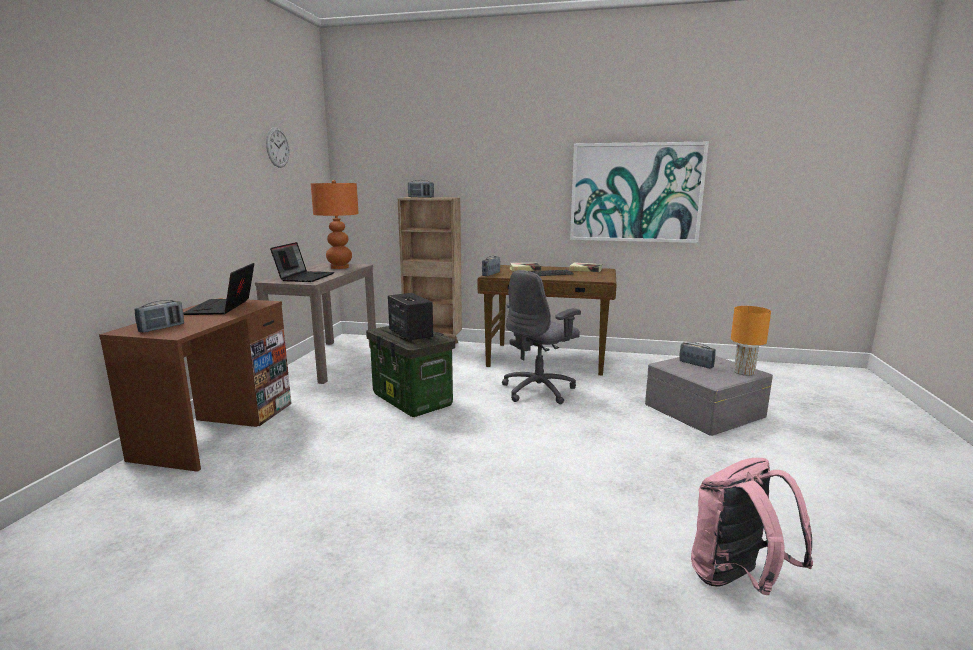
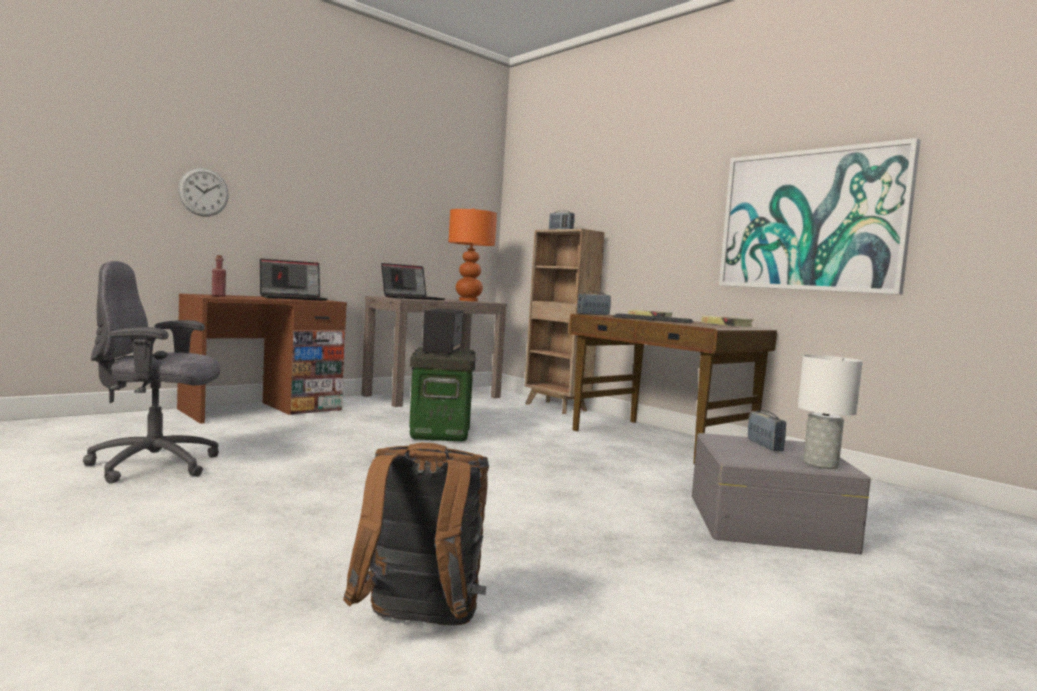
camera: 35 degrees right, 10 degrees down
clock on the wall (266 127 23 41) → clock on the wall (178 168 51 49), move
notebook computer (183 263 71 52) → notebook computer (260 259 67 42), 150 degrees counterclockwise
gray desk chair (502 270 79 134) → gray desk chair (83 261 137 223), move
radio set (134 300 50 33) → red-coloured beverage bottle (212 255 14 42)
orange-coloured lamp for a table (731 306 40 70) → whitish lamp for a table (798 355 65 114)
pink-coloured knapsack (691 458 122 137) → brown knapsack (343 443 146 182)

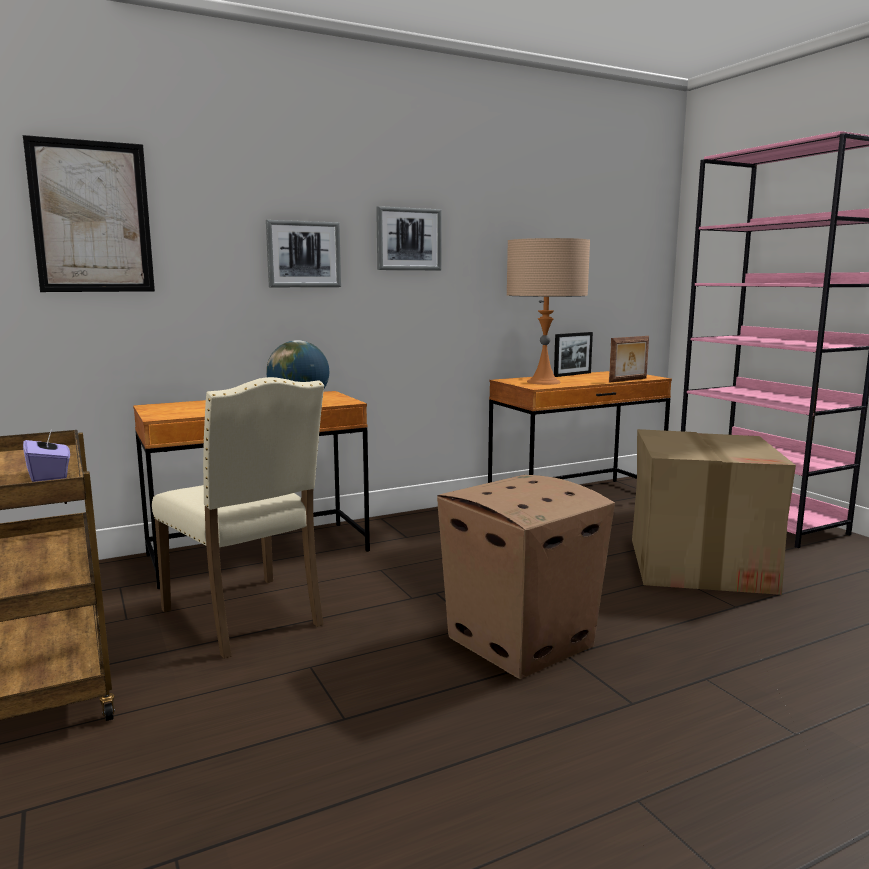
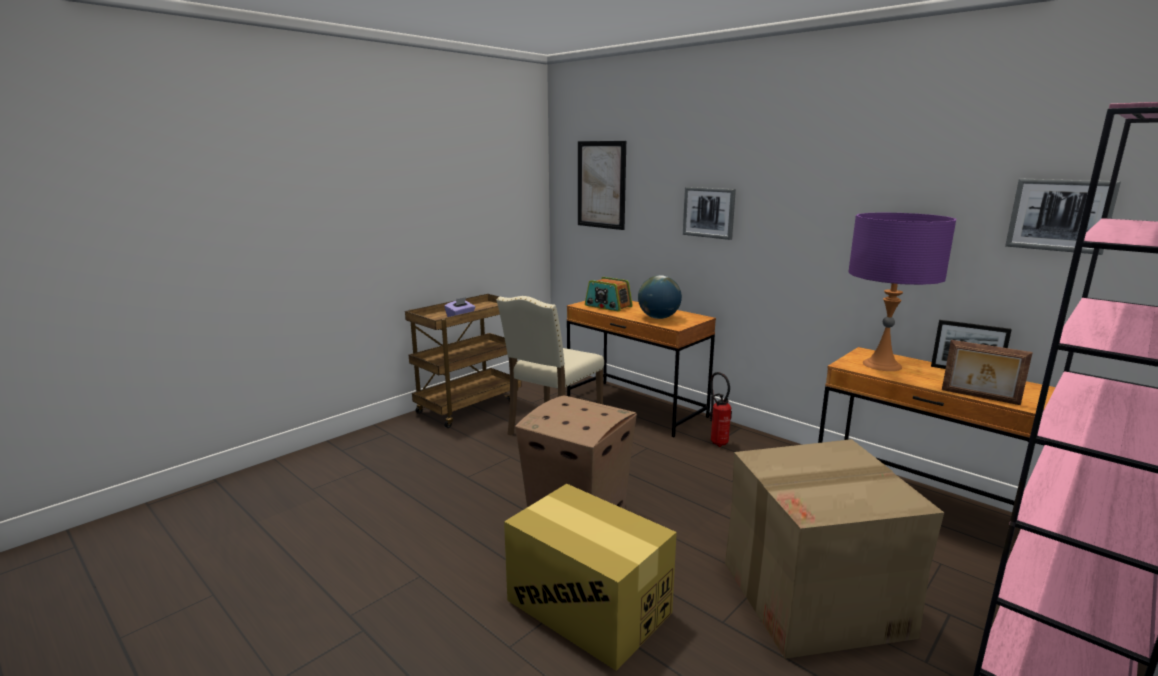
camera: 70 degrees right, 5 degrees up
picture (376 206 66 64) → picture (1005 179 116 76), move
beige lamp for a table (507 238 83 147) → purple-coloured lamp for a table (848 213 108 158)
- → radio set (585 277 48 35)
- → fire-fighting cylinder (706 372 26 75)
- → carton (504 484 173 187)

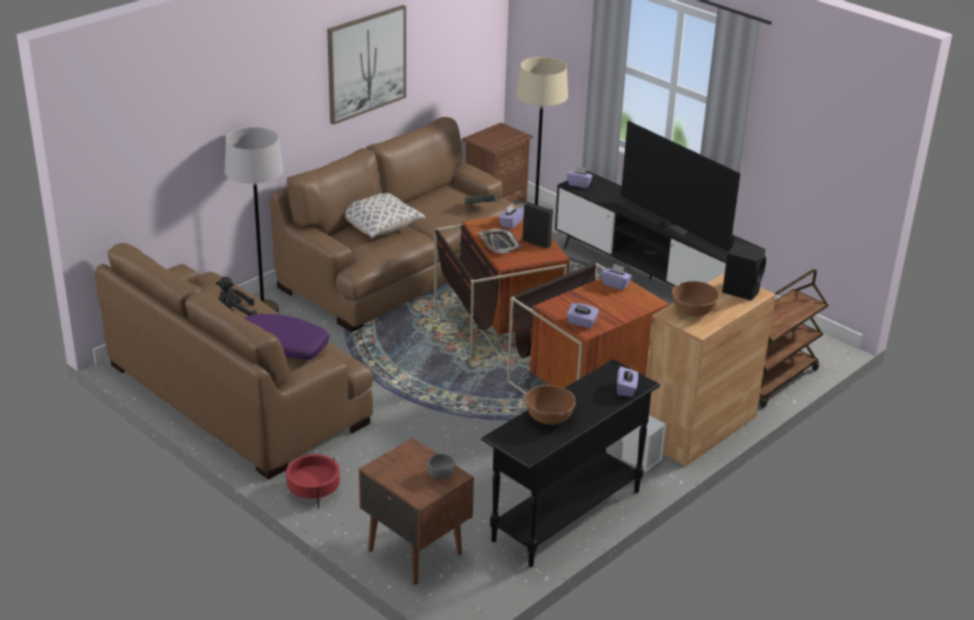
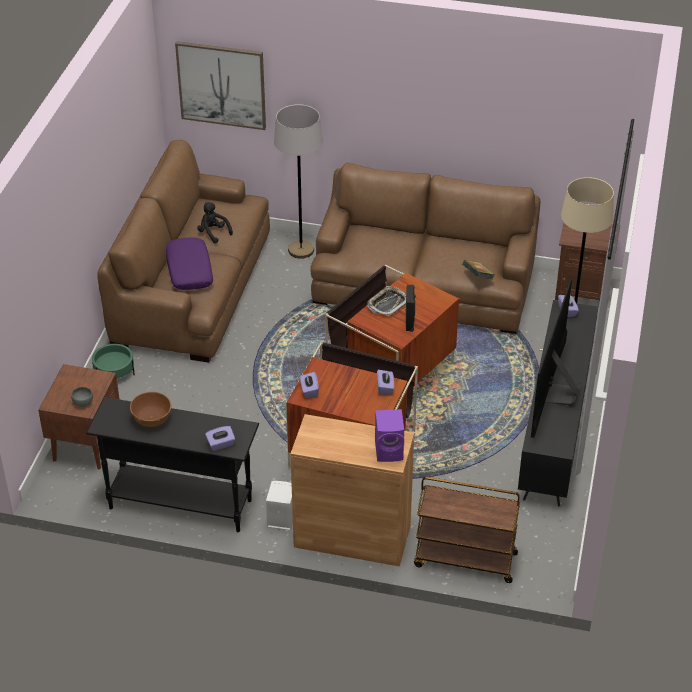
camera: 60 degrees right, 10 degrees up
picture (327 5 79 120) → picture (175 41 91 89), move
throw pillow (345 193 80 46) → -
purple-coloured tissue box (499 203 25 26) → -
blackish speaker (722 242 44 59) → purple-coloured speaker (375 409 29 53)
brown deep dish (672 281 47 35) → -
red-coloured plant pot (286 454 54 55) → green-coloured plant pot (92 343 43 35)

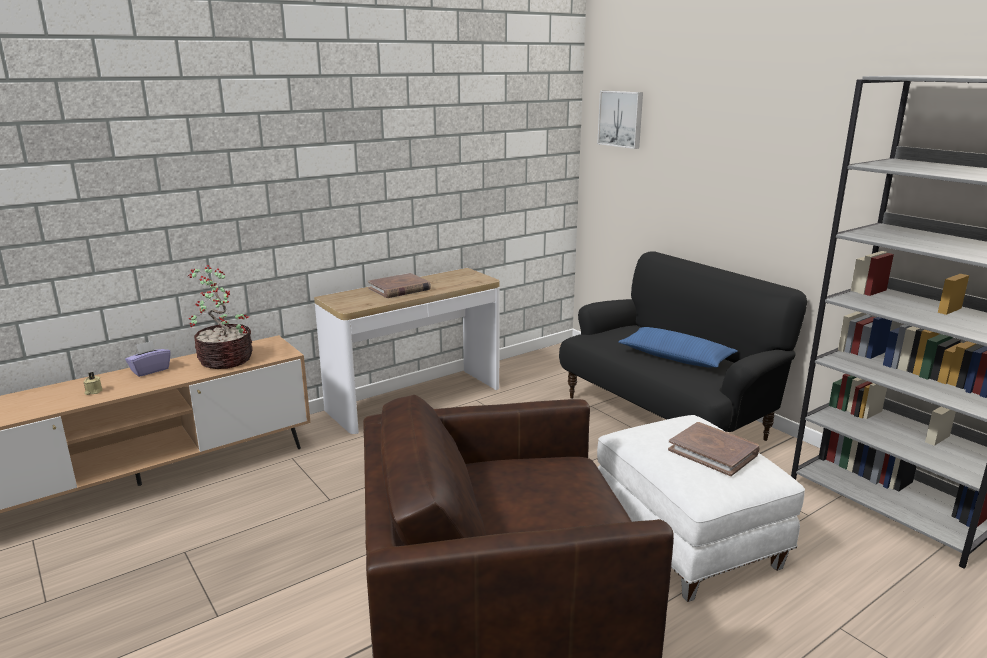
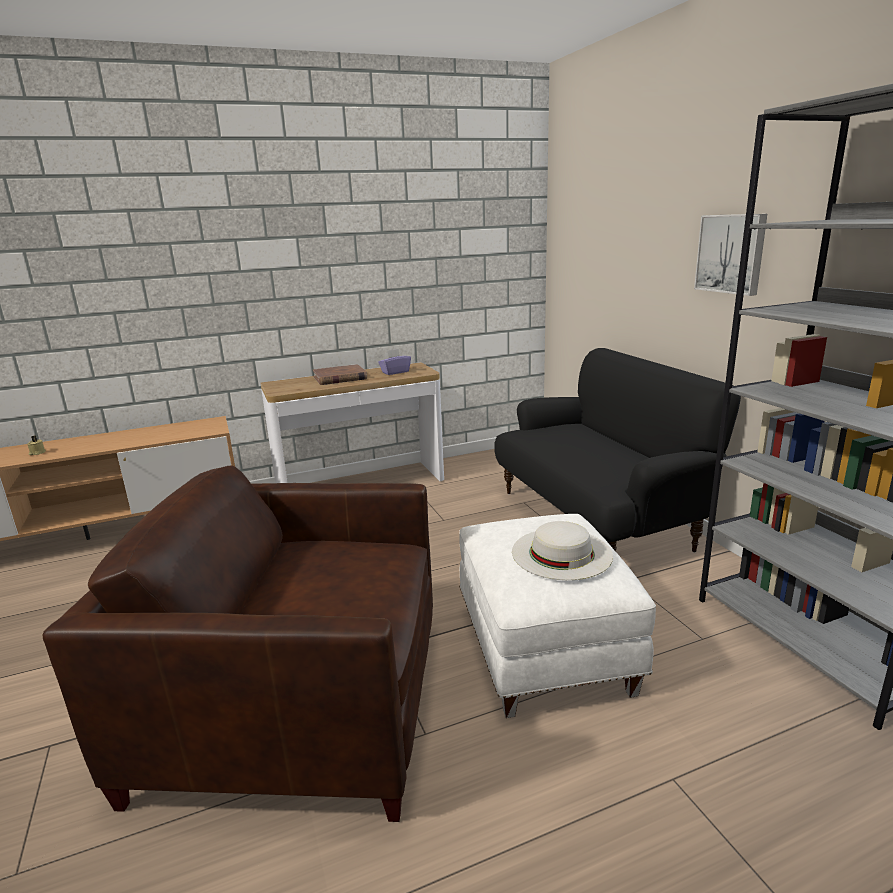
camera: 15 degrees right, 0 degrees up
picture (597 91 46 58) → picture (694 214 73 82), move
plant in a pot (188 265 65 104) → -
bluish throw pillow (618 327 120 41) → -
purple-coloured tissue box (125 341 46 36) → purple-coloured tissue box (378 349 33 26), move
brown volume (668 422 91 54) → whitish wearable hat (512 521 101 59)

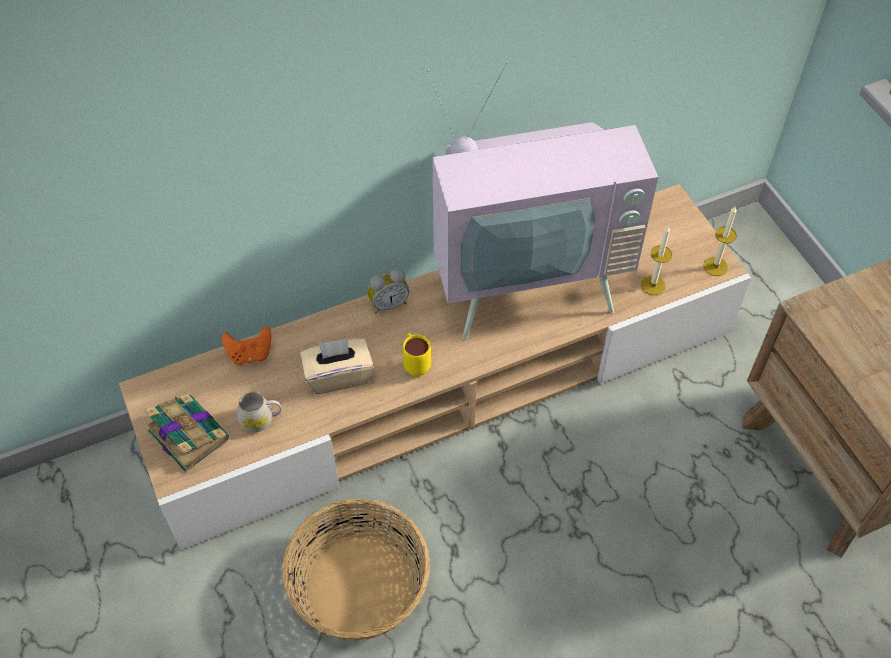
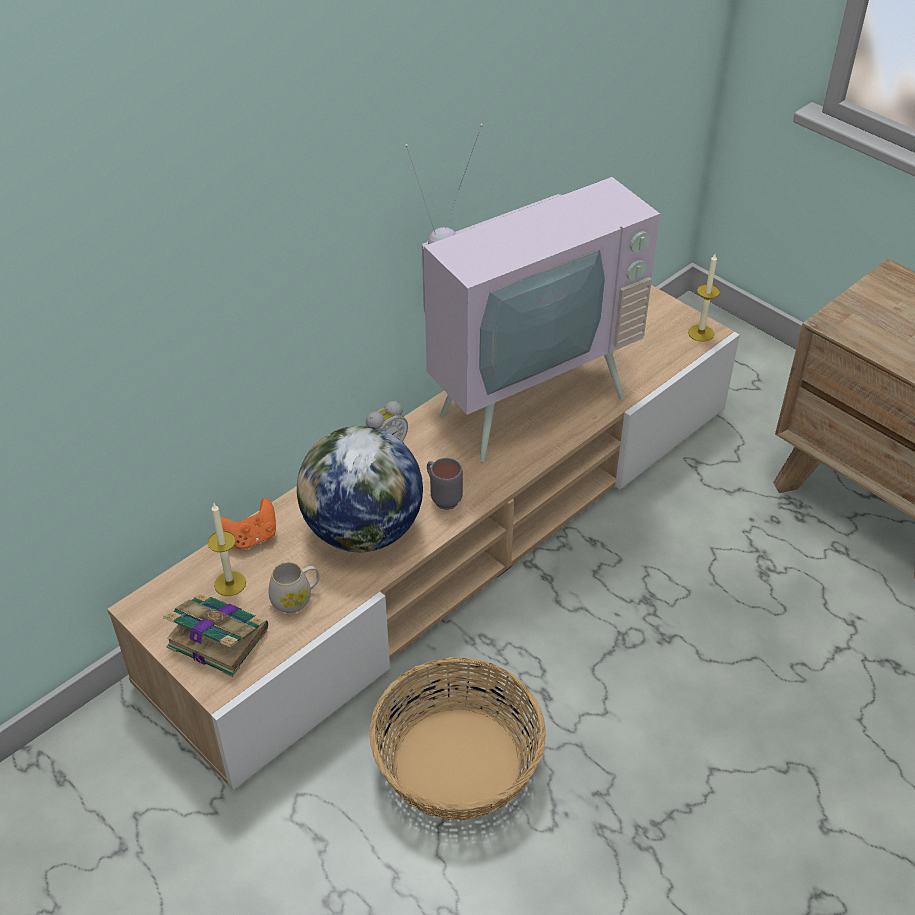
camera: 20 degrees left, 10 degrees down
wax candle (641 225 31 70) → wax candle (208 504 38 92), move
yellow-coloured tea mug (402 333 29 44) → gray tea mug (427 458 36 52)
beige tissue box (300 338 74 56) → globe (297 426 126 126)

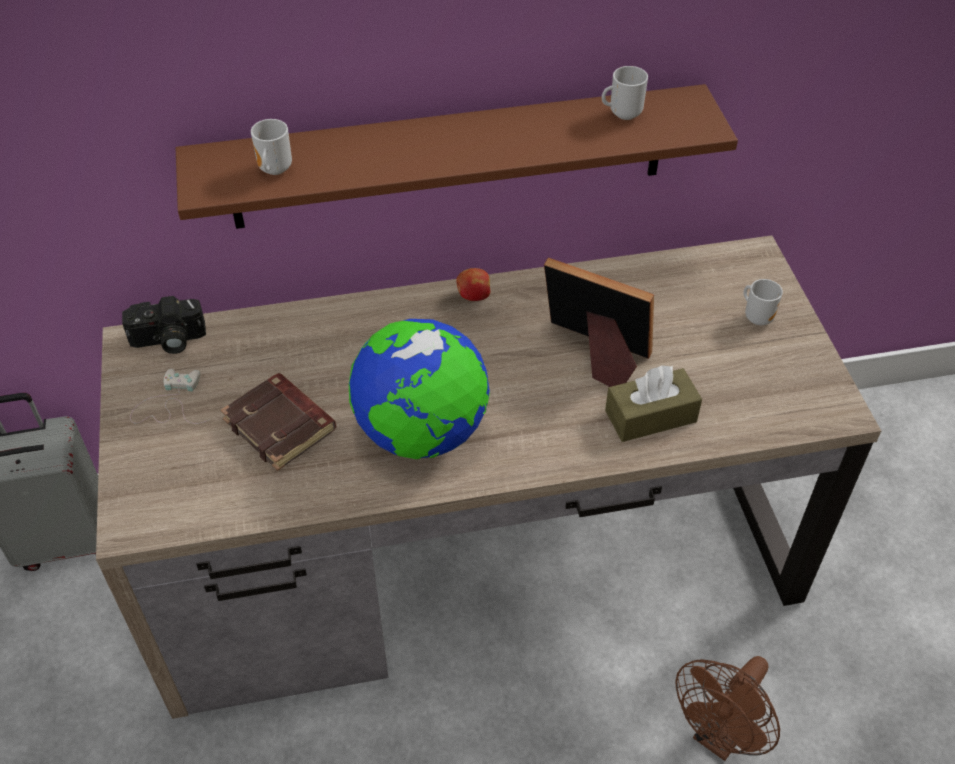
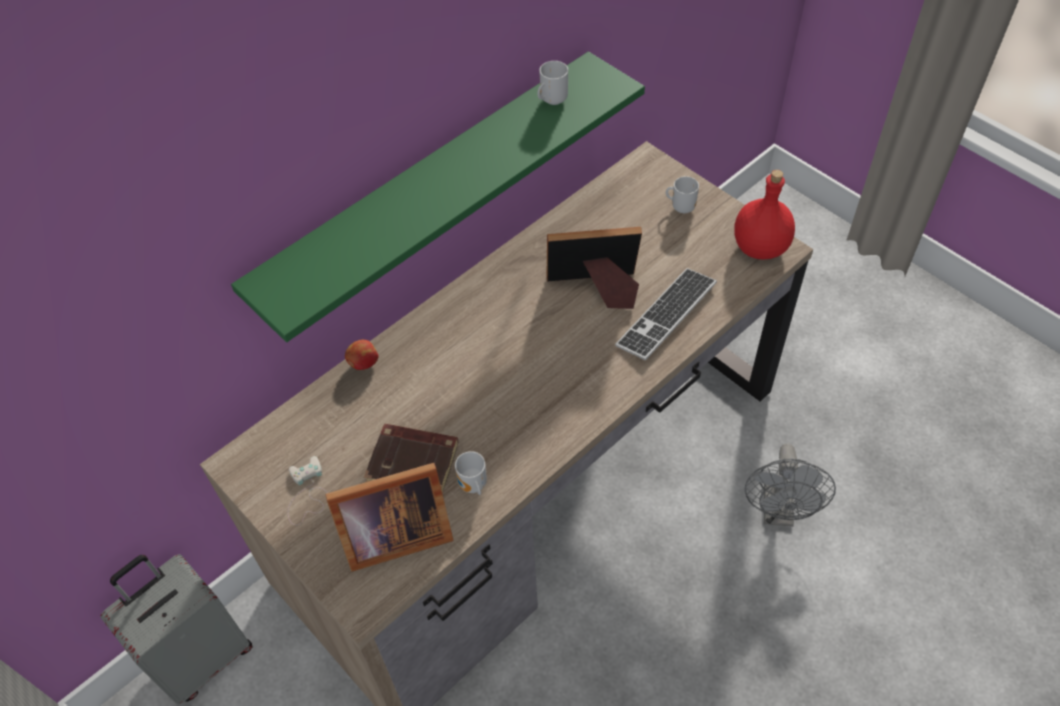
camera: 30 degrees left, 5 degrees up
brown shelf (176 84 562 145) → green-coloured shelf (231 51 414 291)
tea mug (251 119 41 56) → tea mug (455 451 32 44), move
whole apple (456 268 35 33) → whole apple (345 340 34 30), move
photo camera (122 296 84 58) → -
globe (349 319 141 140) → -
brown tissue box (605 365 97 77) → computer keyboard (615 268 102 92)
brown cooling fan (675 656 105 105) → gray cooling fan (745 443 91 84)
- → red-coloured beverage bottle (734 170 61 90)
- → standing frame (326 463 127 109)

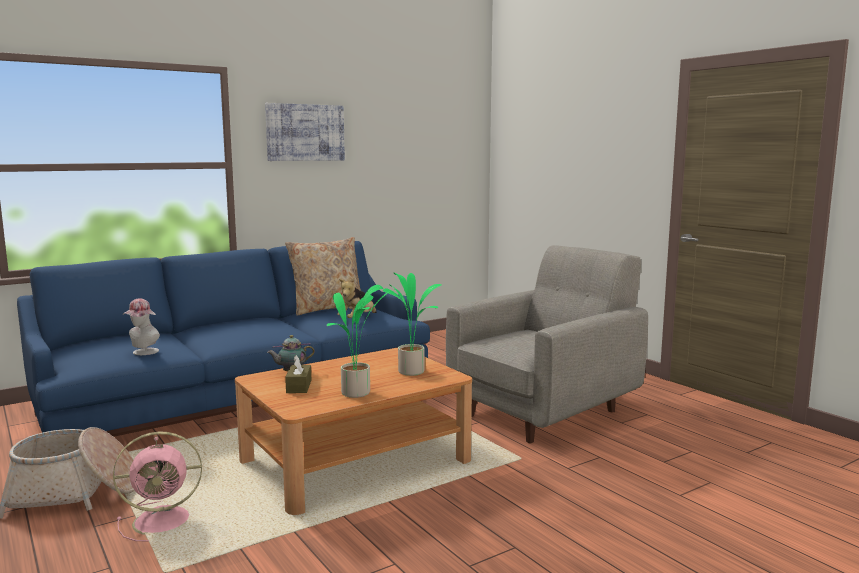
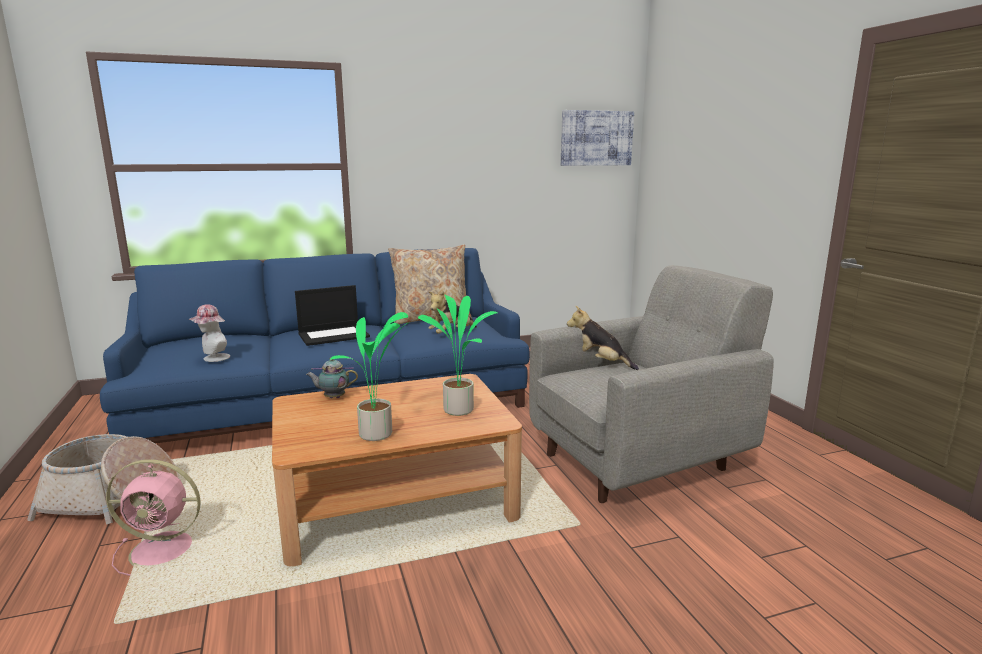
camera: 15 degrees right, 5 degrees up
picture (265 103 80 58) → picture (561 110 73 56), move
brown tissue box (285 355 26 38) → -
- → notebook computer (295 285 75 61)
- → soft toy (567 306 72 64)

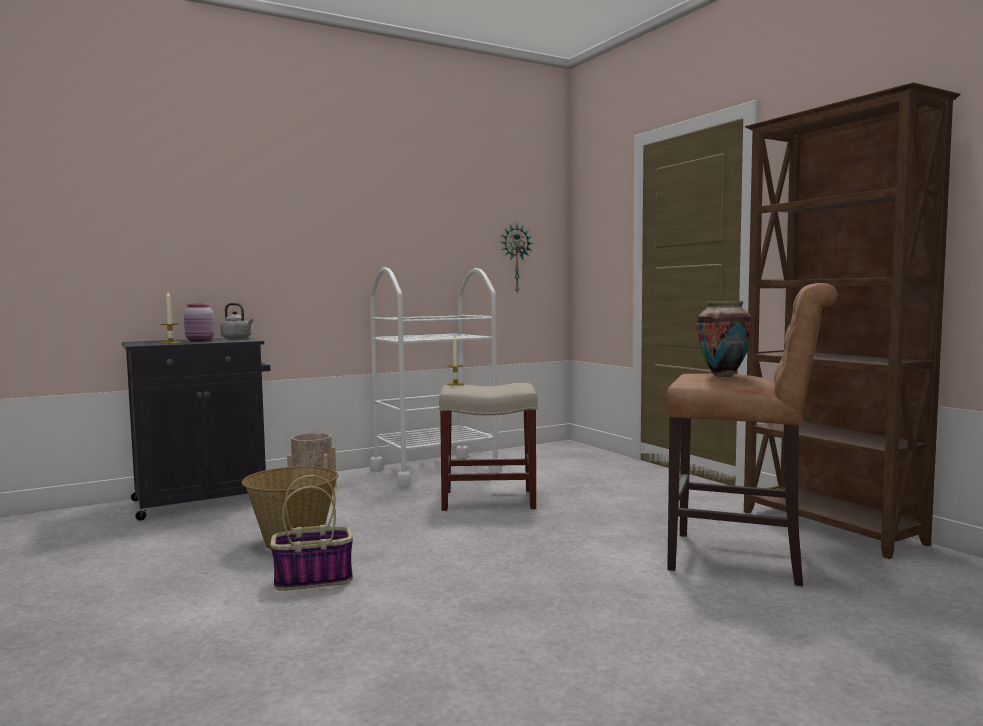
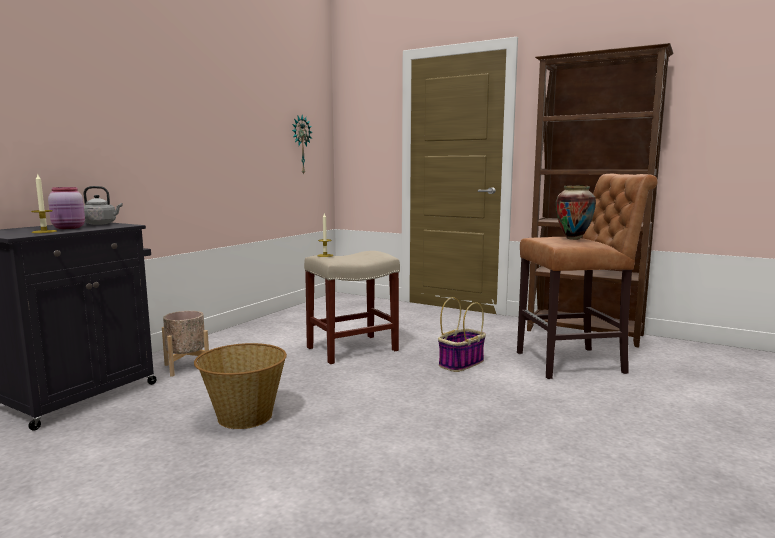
camera: 30 degrees left, 5 degrees up
whitish cart (370 267 132 219) → -
basket (270 475 83 116) → basket (438 297 48 75), move

